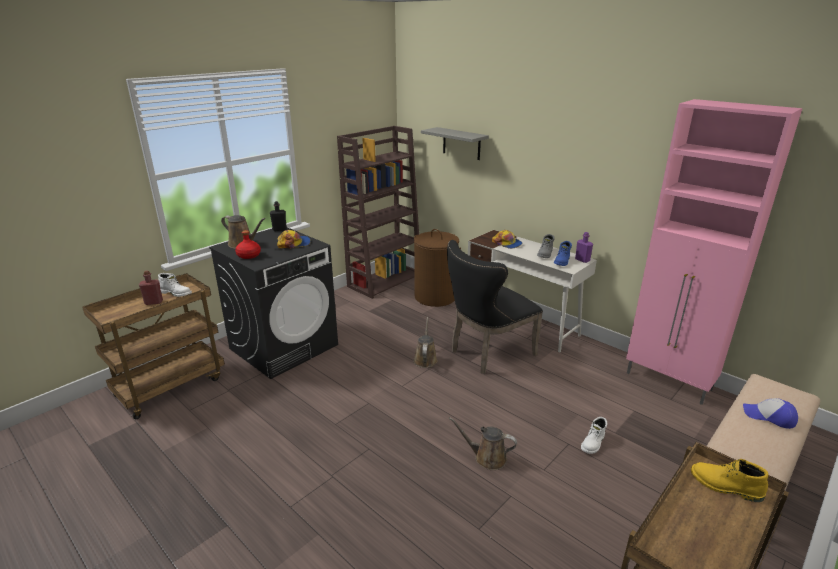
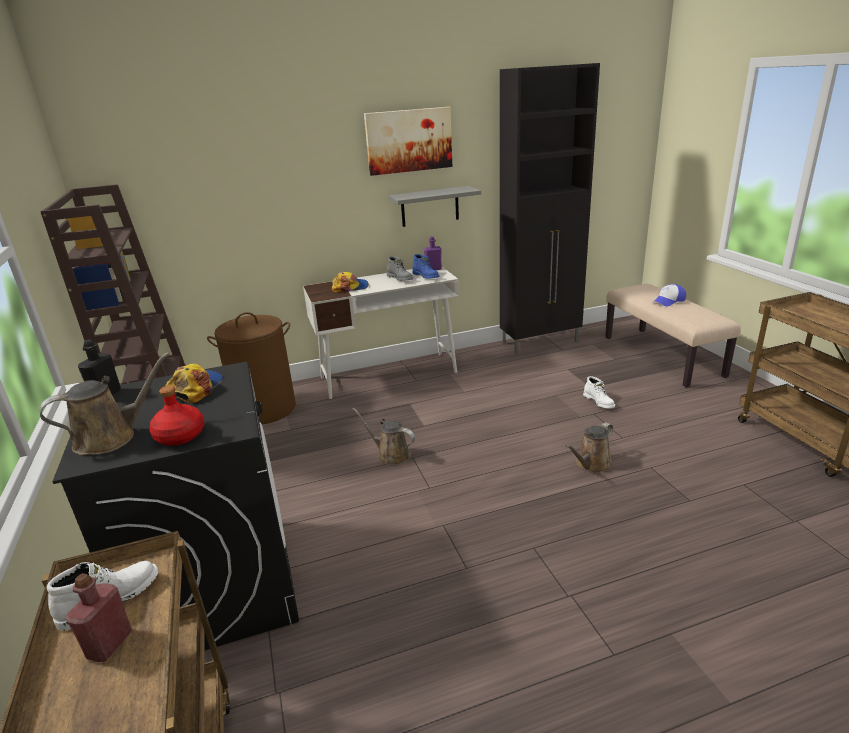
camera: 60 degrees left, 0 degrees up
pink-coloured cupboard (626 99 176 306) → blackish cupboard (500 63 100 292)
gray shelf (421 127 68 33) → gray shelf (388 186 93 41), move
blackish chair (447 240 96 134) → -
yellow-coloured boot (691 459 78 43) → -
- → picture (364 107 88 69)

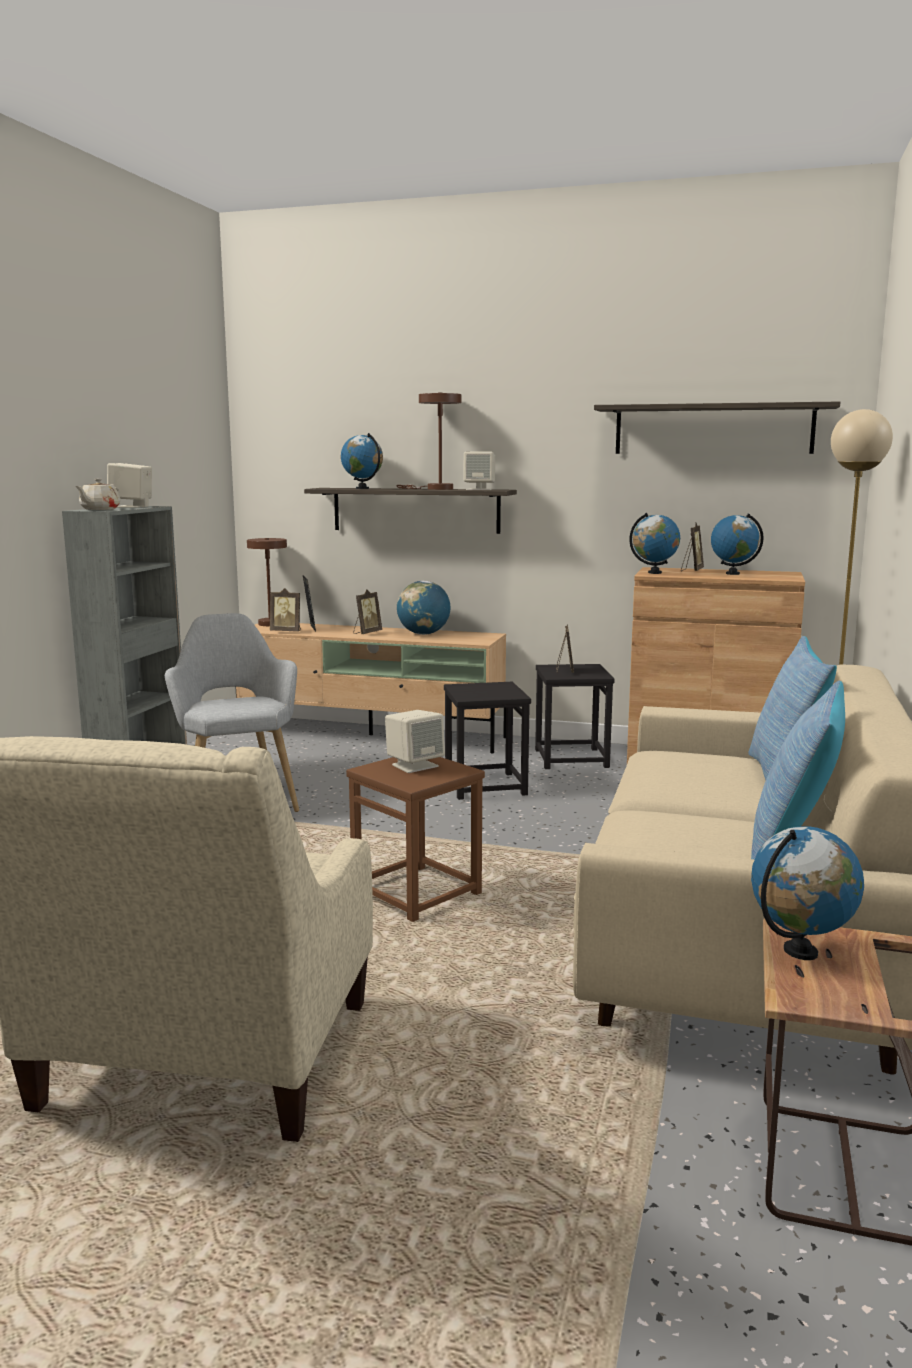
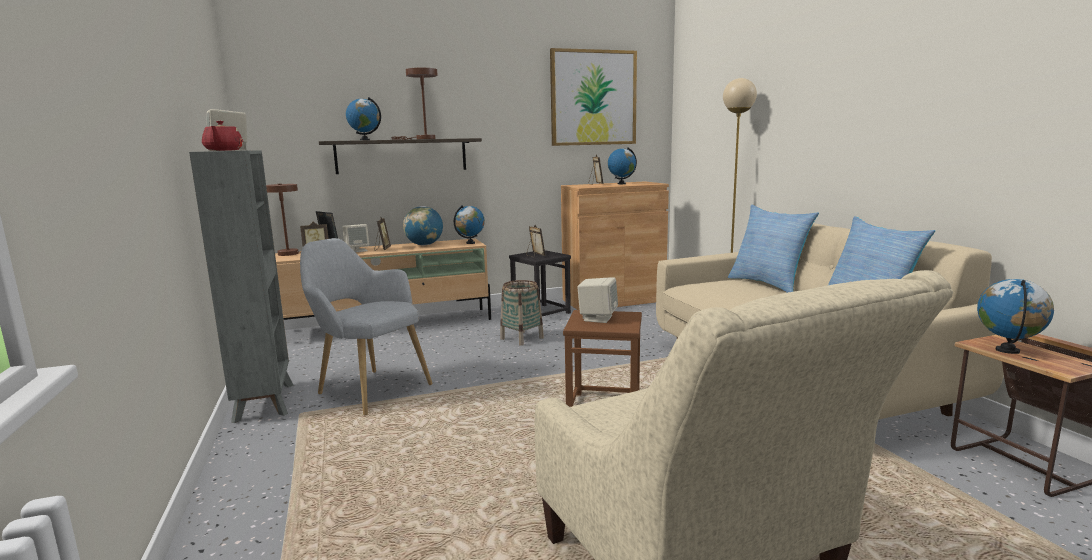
camera: 35 degrees left, 0 degrees up
shelf (594 401 246 53) → picture (550 48 87 98)
beige speaker (463 452 32 38) → beige speaker (343 224 26 28), move
beige teapot (76 478 44 32) → red-coloured teapot (202 121 41 30)
globe (629 513 51 61) → globe (454 205 31 39), move
blackish sitting stool (444 682 87 118) → basket (500 280 44 66)

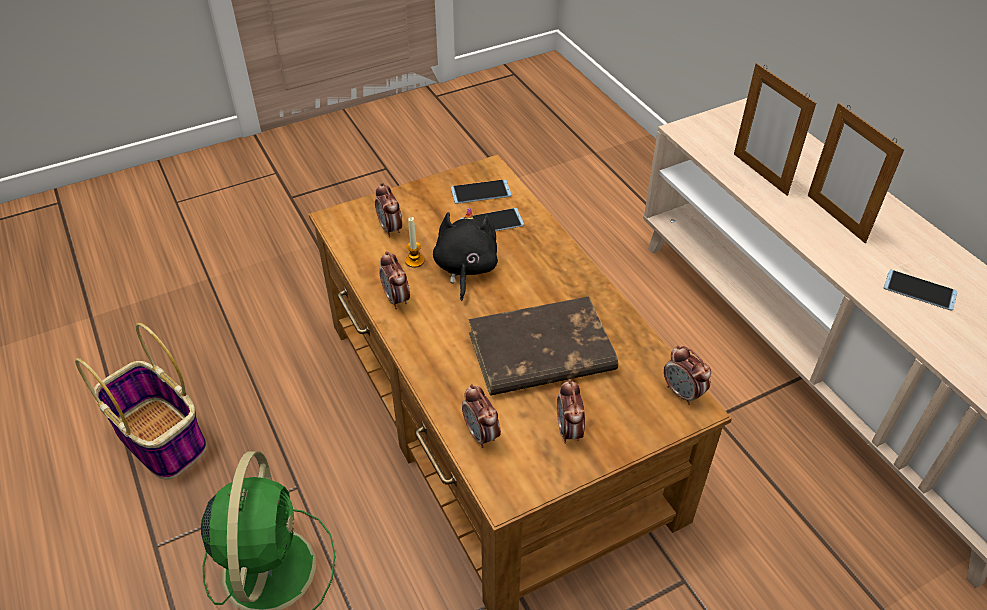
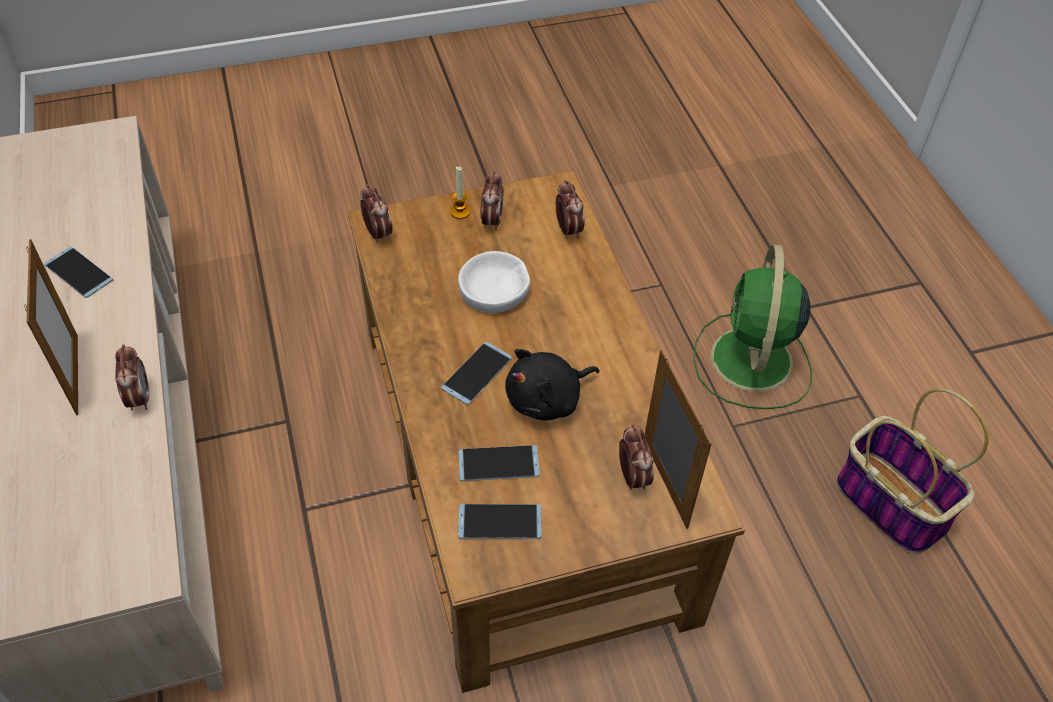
camera: 170 degrees left, 5 degrees up
standing frame (734 63 82 133) → standing frame (644 350 68 179), move
blackish soft toy (433 208 65 93) → blackish soft toy (505 349 95 71), 45 degrees clockwise
wax candle (405 217 19 51) → wax candle (450 166 20 53), move
alarm clock (379 251 31 58) → alarm clock (115 344 34 66), move
brown volume (468 296 150 100) → whitish deep dish (458 251 72 62)
- → telephone (441 341 71 64)

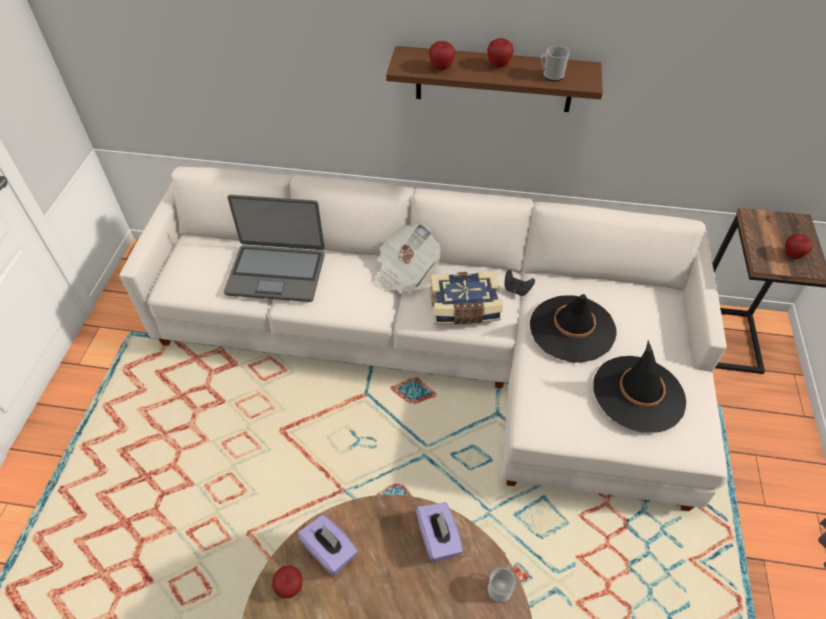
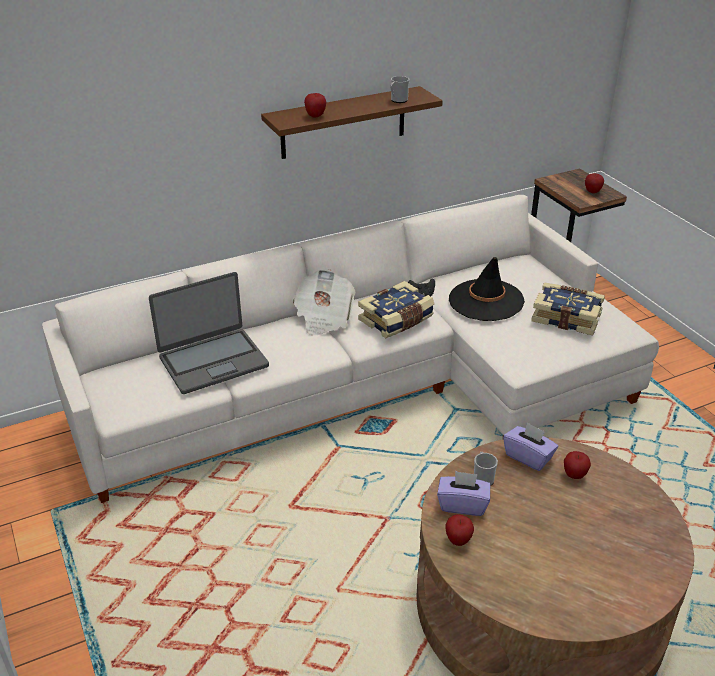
camera: 35 degrees left, 15 degrees down
whole apple (487 38 27 30) → whole apple (564 451 27 28), move
blackish wearable hat (593 340 93 93) → volume (531 282 74 54)
tea mug (488 565 28 38) → tea mug (474 452 24 34), move

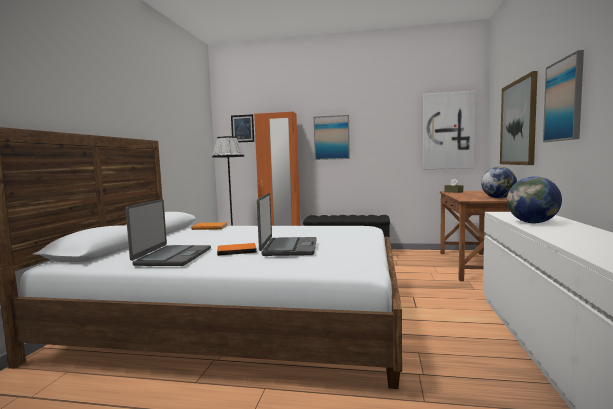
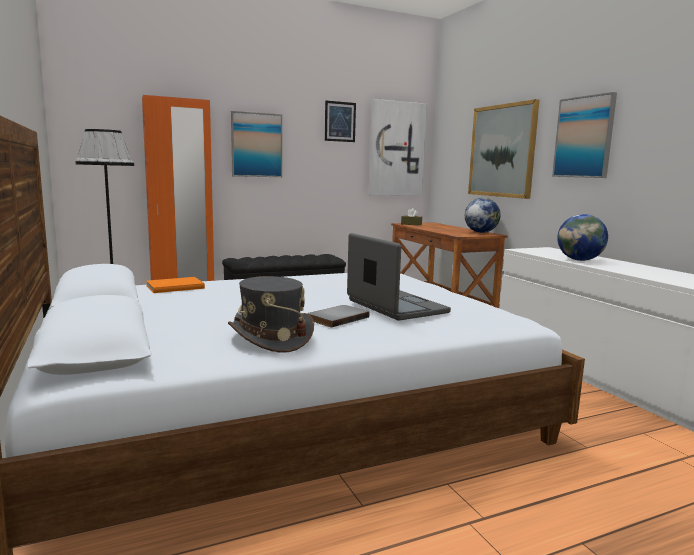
camera: 35 degrees left, 5 degrees up
picture (231 114 23 28) → picture (325 101 31 41), move
notebook computer (126 199 85 67) → gray wearable hat (228 276 86 77)
orange-coloured volume (217 243 40 13) → gray volume (308 305 61 23)

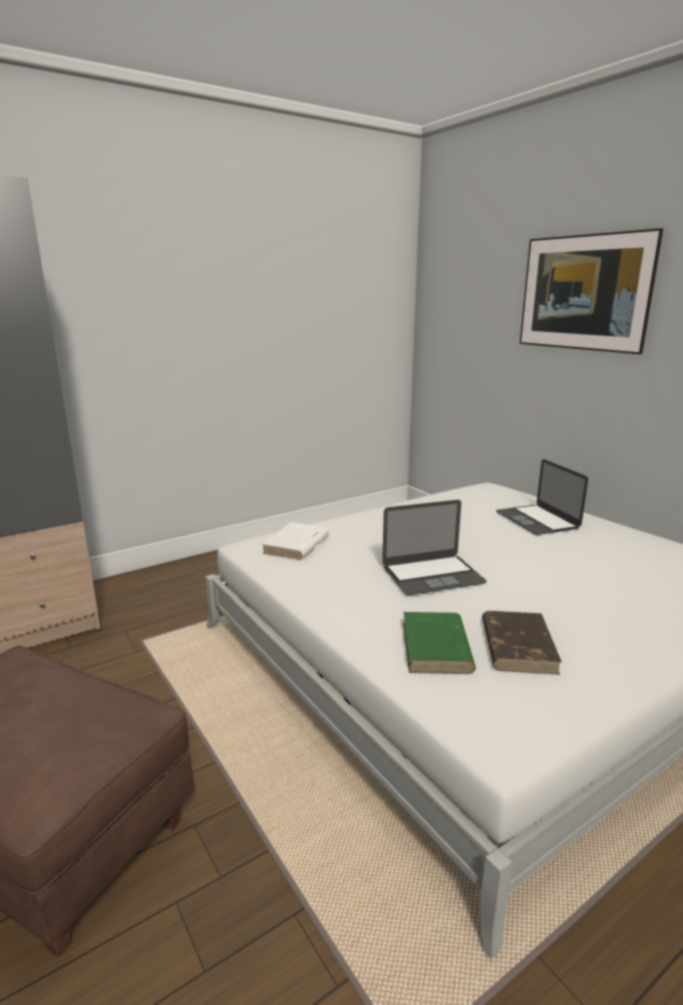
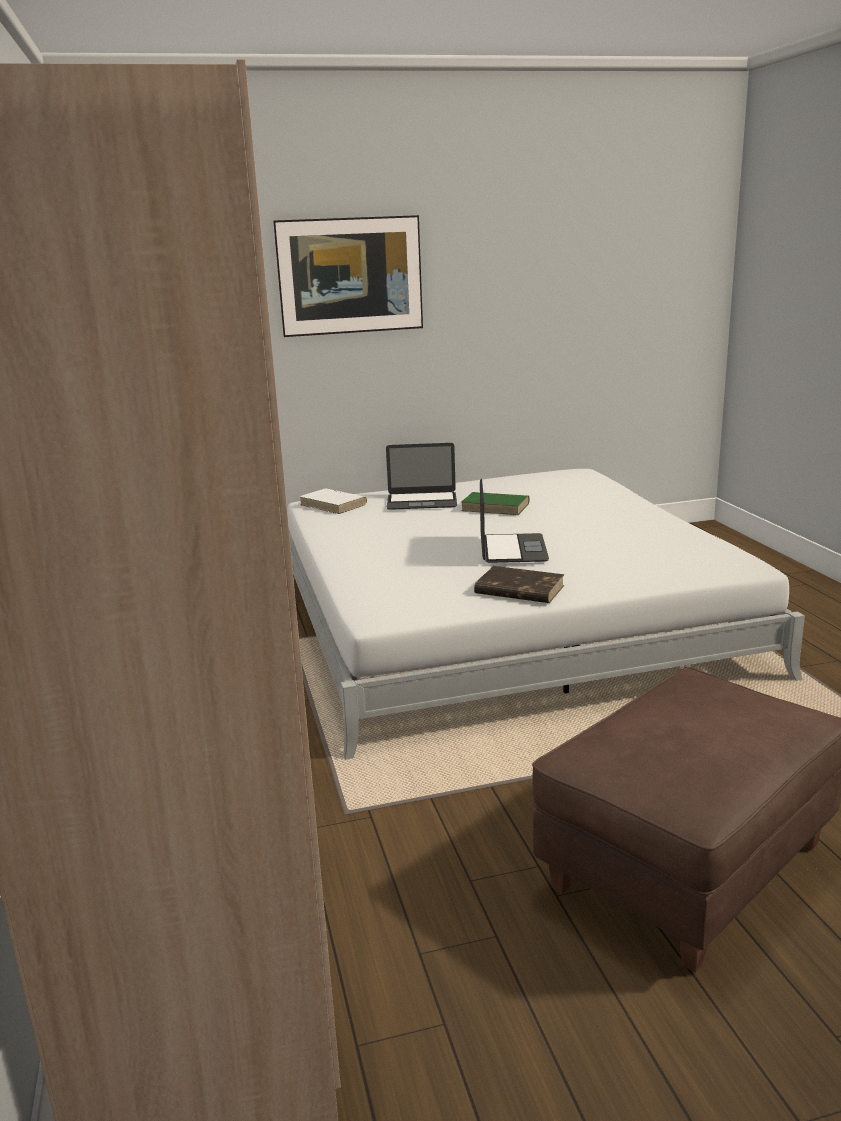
camera: 70 degrees left, 0 degrees up
whitish volume (262 522 67 38) → whitish volume (299 488 68 26), move
brown volume (482 611 80 64) → brown volume (474 566 91 37), move
green-coloured volume (403 612 73 62) → green-coloured volume (461 492 69 23), move

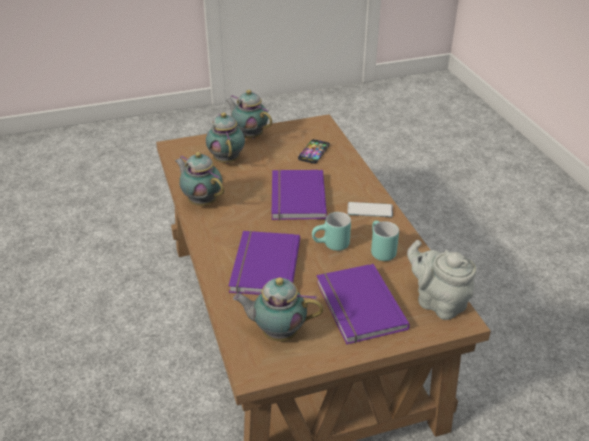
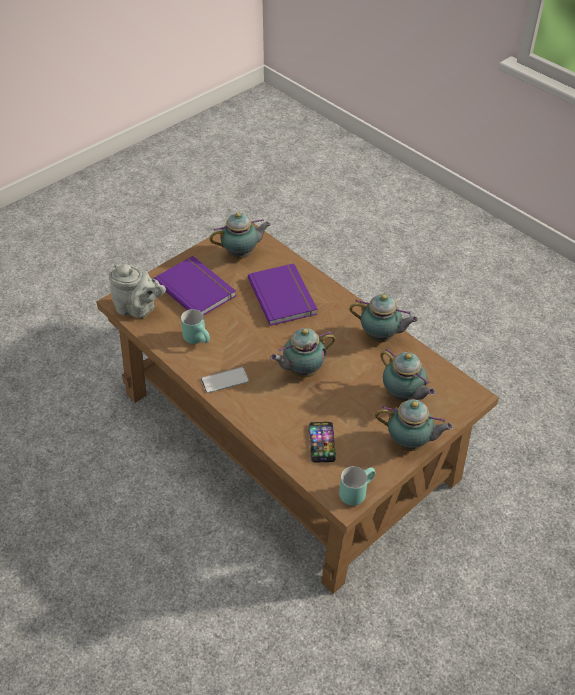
camera: 155 degrees right, 10 degrees up
purple-coloured volume (272 170 55 50) → teapot (270 328 66 50)
turquoise-coloured tea mug (312 212 39 39) → turquoise-coloured tea mug (339 466 36 40), move

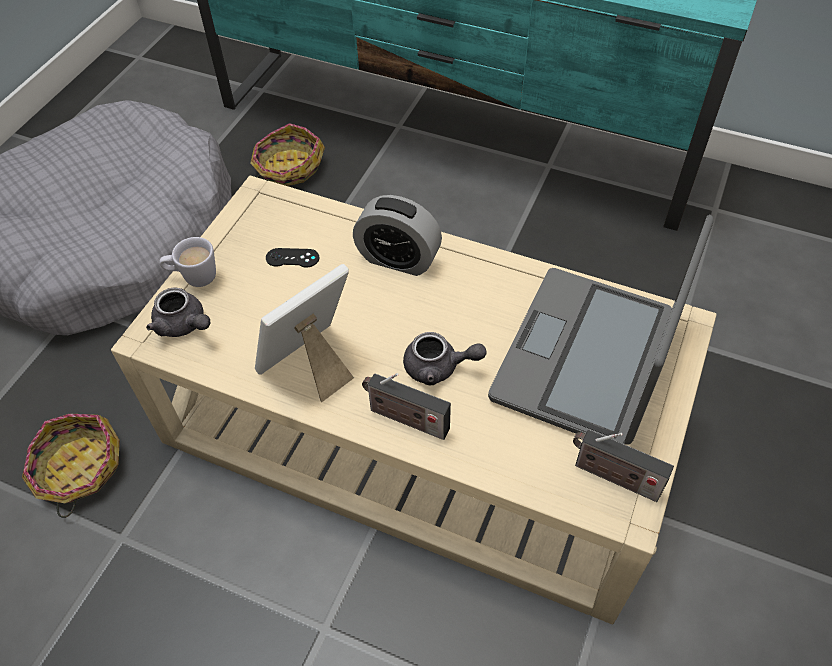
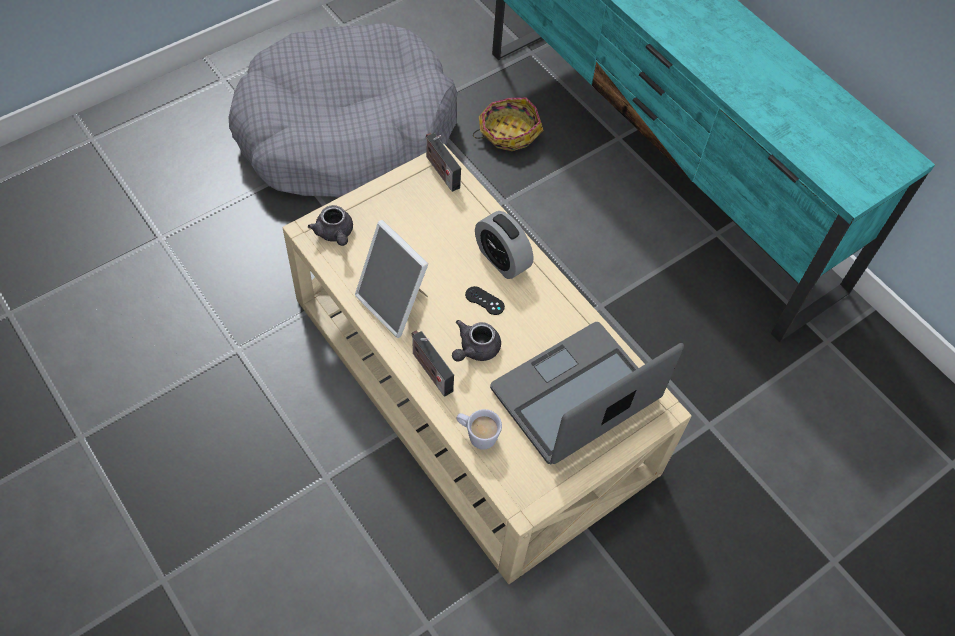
camera: 25 degrees right, 5 degrees up
whitish tea mug (159 237 57 50) → whitish tea mug (456 409 46 41), move
blackish joypad (266 248 53 20) → blackish joypad (465 286 40 29), move
standing frame (255 264 99 138) → standing frame (355 220 73 118), 120 degrees counterclockwise
gray teapot (403 332 83 53) → gray teapot (452 320 49 41), 90 degrees clockwise
basket (22 414 98 104) → -
radio set (573 429 101 73) → radio set (426 133 35 59), move

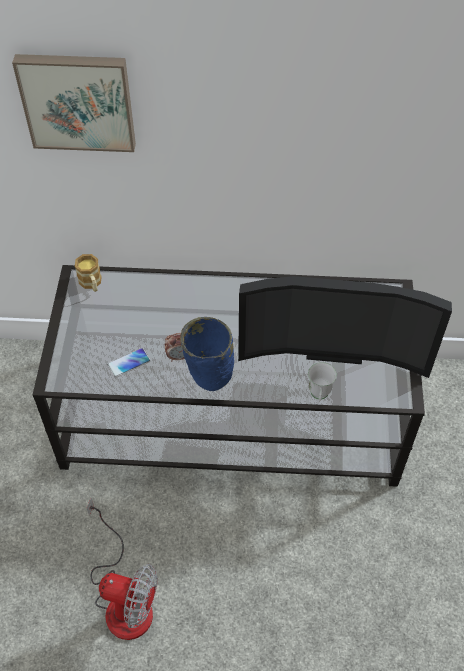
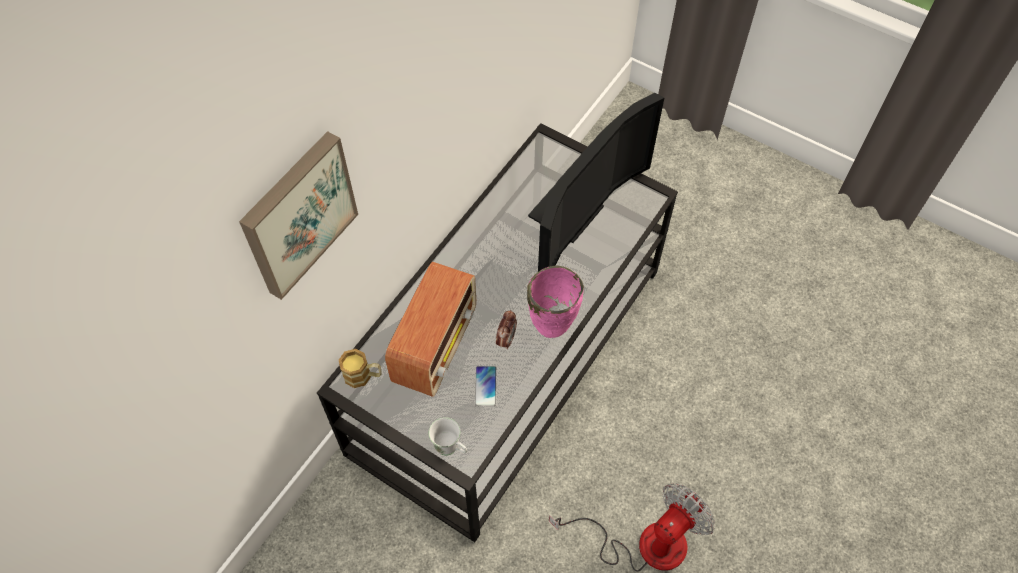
camera: 60 degrees left, 5 degrees up
bluish decorative vase (180 317 54 74) → pink-coloured decorative vase (527 266 57 72)
whitish tea mug (308 362 29 39) → whitish tea mug (429 417 38 39), move
- → radio set (385 262 91 135)

